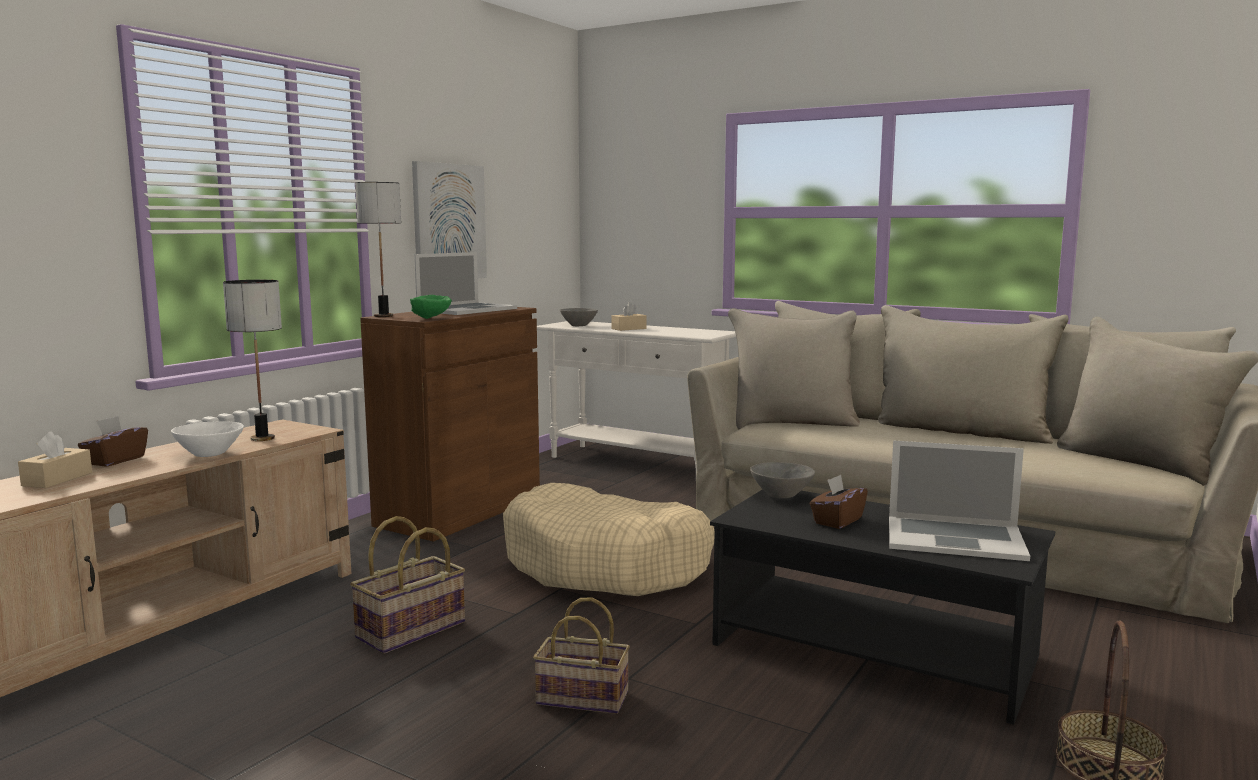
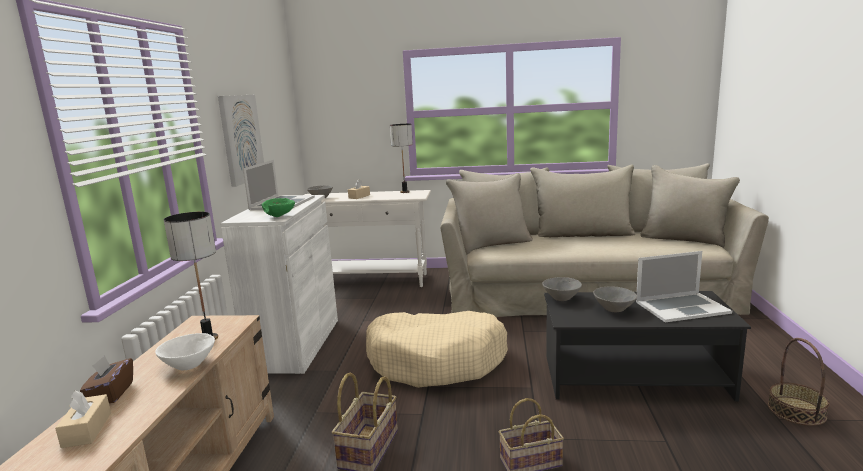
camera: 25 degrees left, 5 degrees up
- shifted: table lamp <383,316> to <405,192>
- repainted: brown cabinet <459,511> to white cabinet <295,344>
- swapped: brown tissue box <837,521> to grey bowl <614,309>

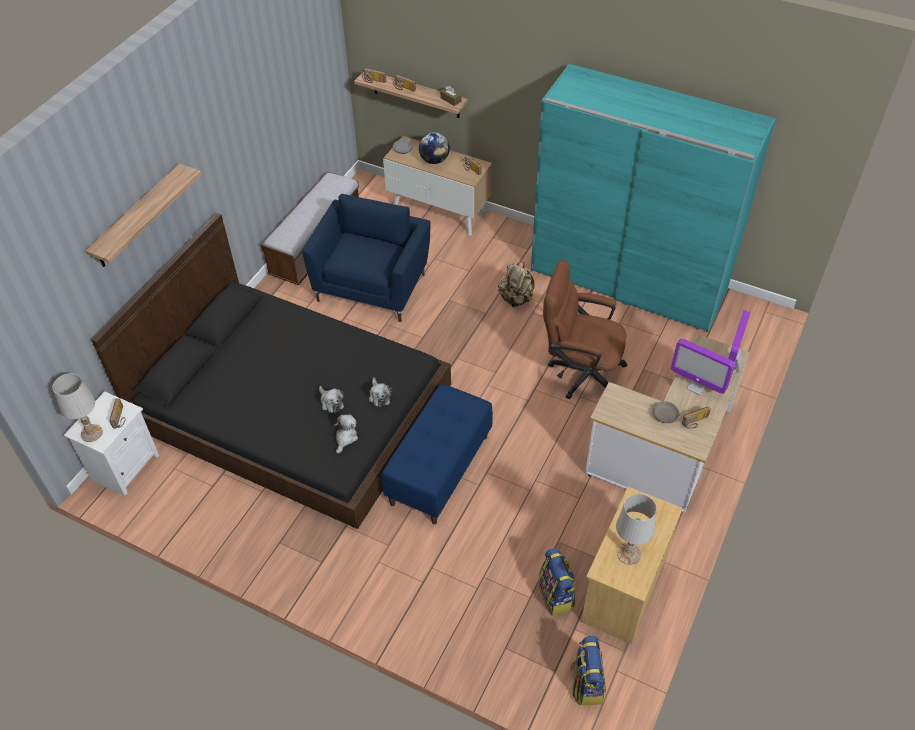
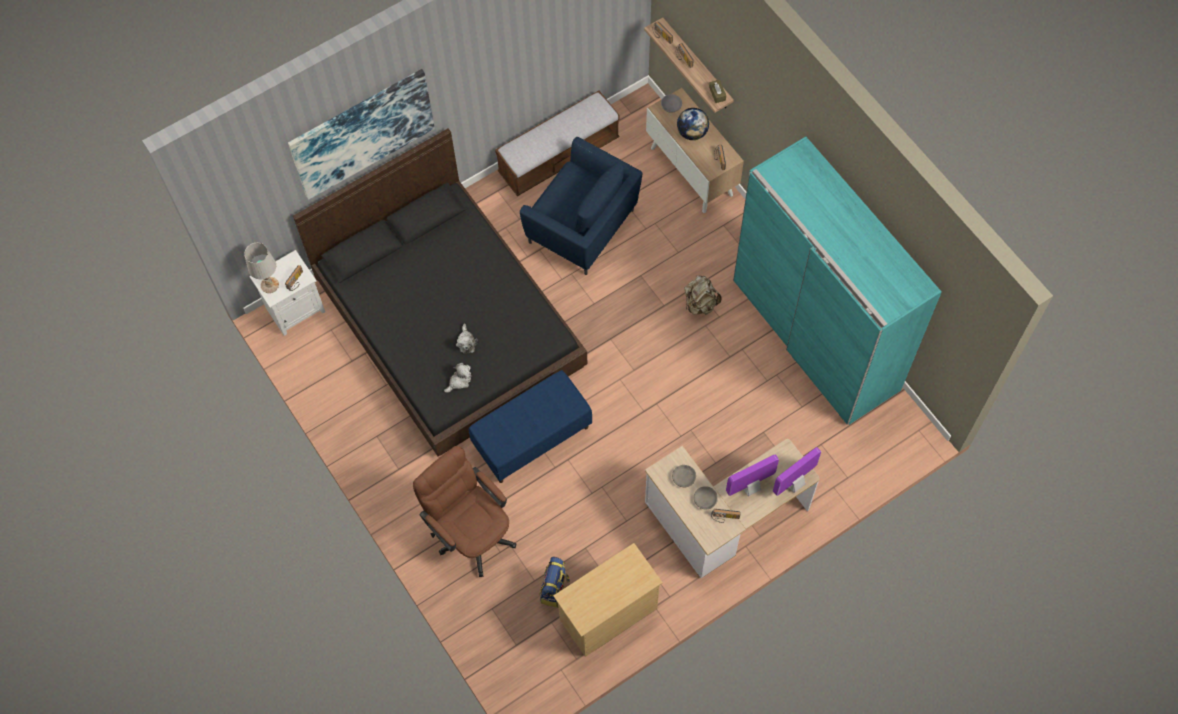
camera: 30 degrees right, 15 degrees up
- swapped: shelf <138,217> to picture <362,133>
- rotated: blue armchair <373,286> = <582,227> 75 degrees clockwise
- shifted: brown office chair <579,372> to <470,531>
- rotated: monitor <696,386> = <750,487> 90 degrees clockwise
- gone: plush toy <379,396>
- gone: white table lamp <629,554>
- gone: backpack <586,683>
- new: grey bowl <684,477>

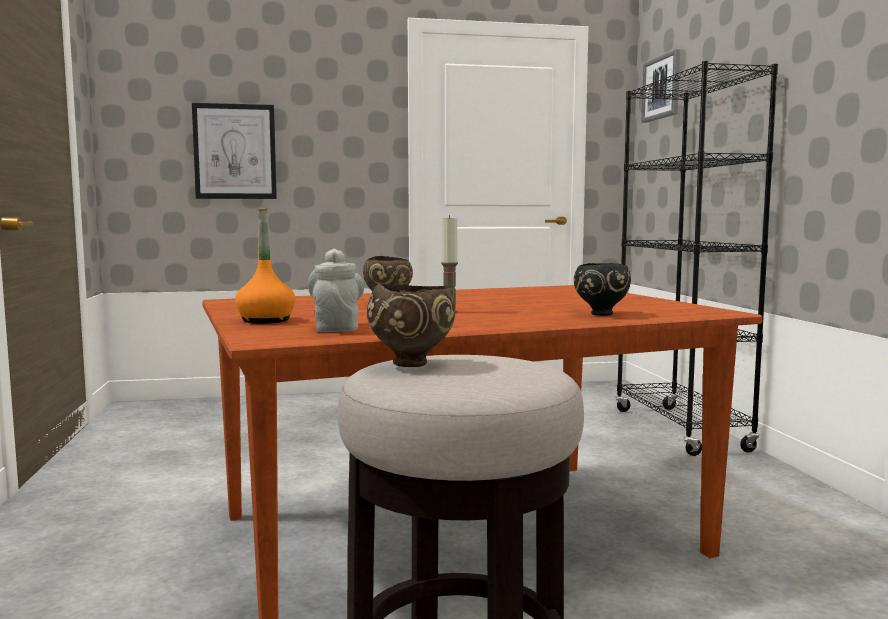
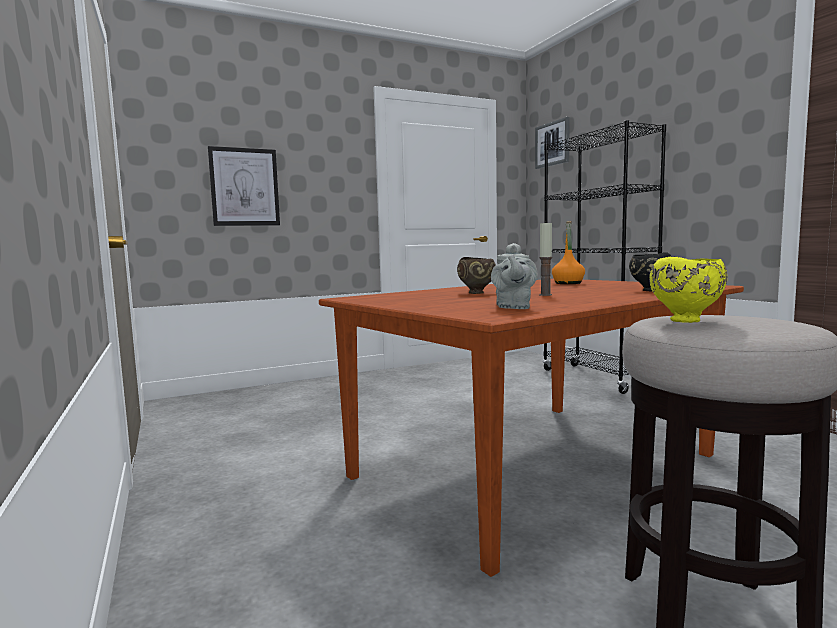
camera: 15 degrees left, 0 degrees up
- shifted: orange bottle <266,320> to <568,283>
- rotated: grey teapot <337,328> = <513,307> 150 degrees counterclockwise
- repainted: brown bowl <412,363> to yellow bowl <685,320>

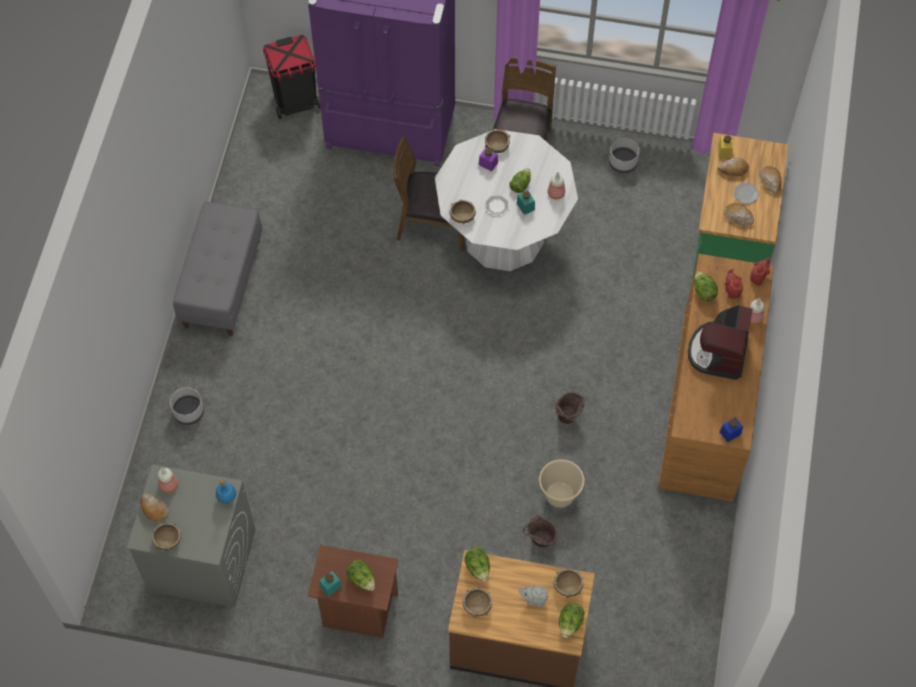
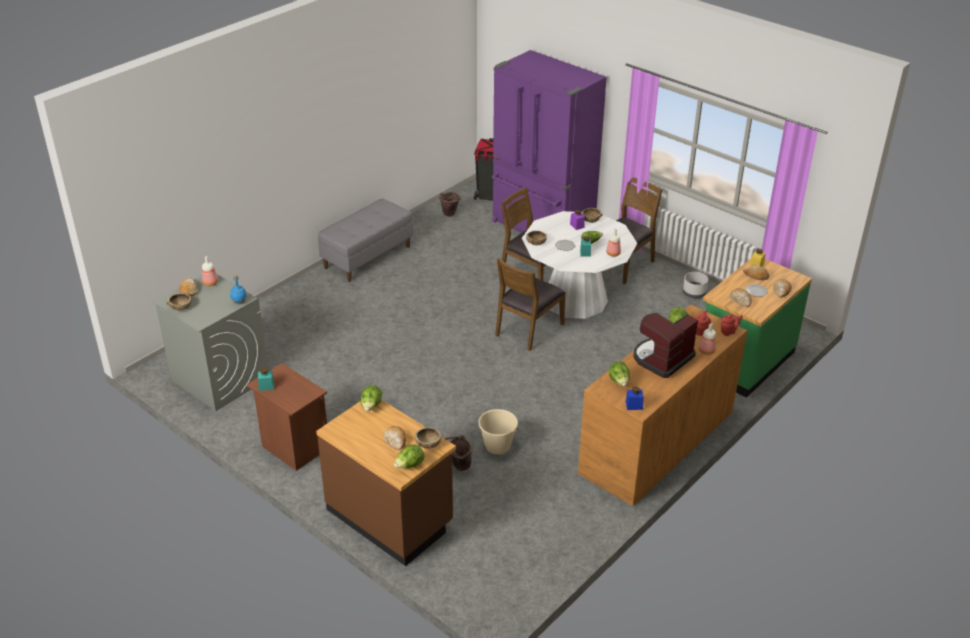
camera: 30 degrees right, 25 degrees down
- gone: grey planter <189,412>
- shifted: brown bucket <568,419> to <449,215>
- shifted: lettuce <362,579> to <619,382>
- swapped: grey teapot <534,599> to bread <395,440>
- gone: brown bowl <477,606>
- new: brown chair <528,329>

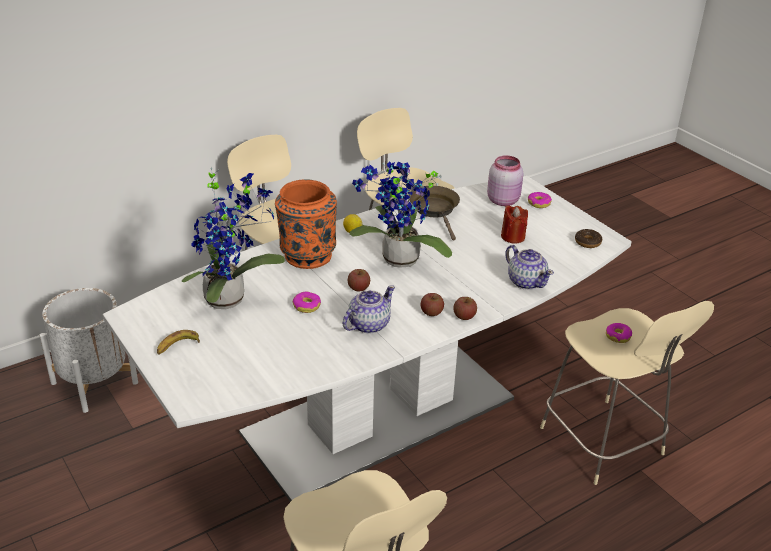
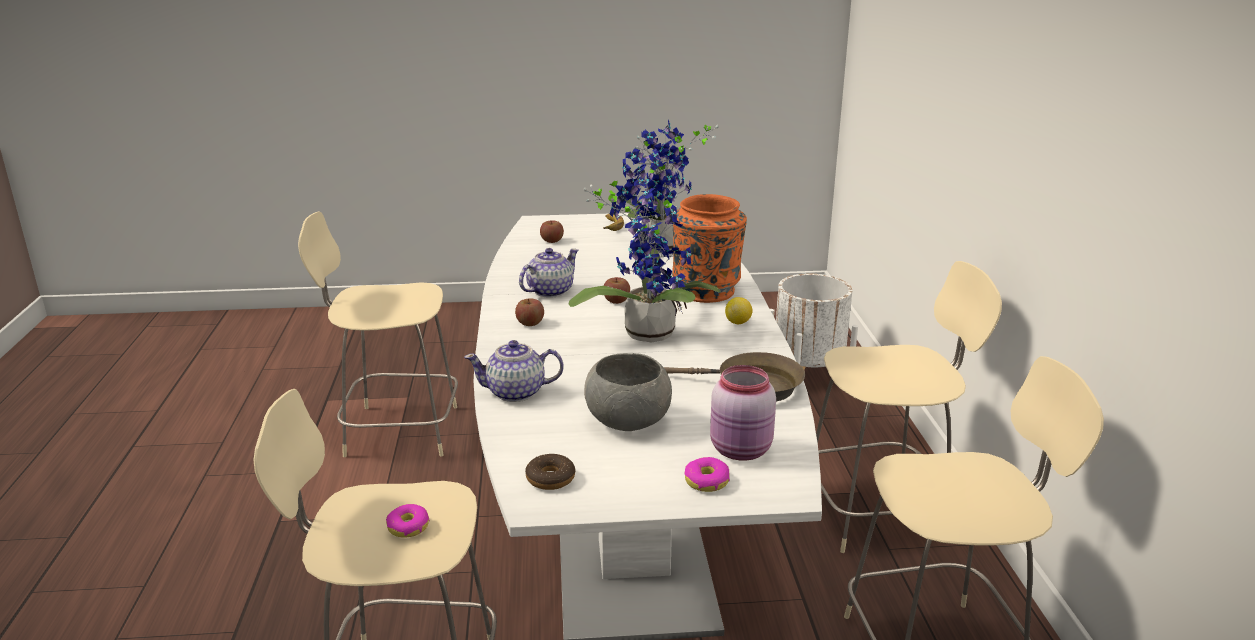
camera: 120 degrees right, 10 degrees down
- swapped: red candle <513,237> to grey bowl <628,420>
- rotated: teapot <368,325> = <549,291> 120 degrees counterclockwise
- gone: donut <306,306>
- shifted: apple <464,316> to <552,240>

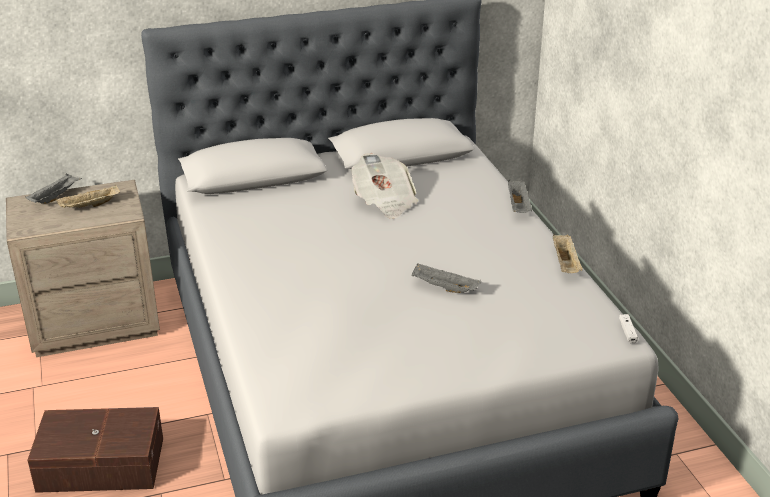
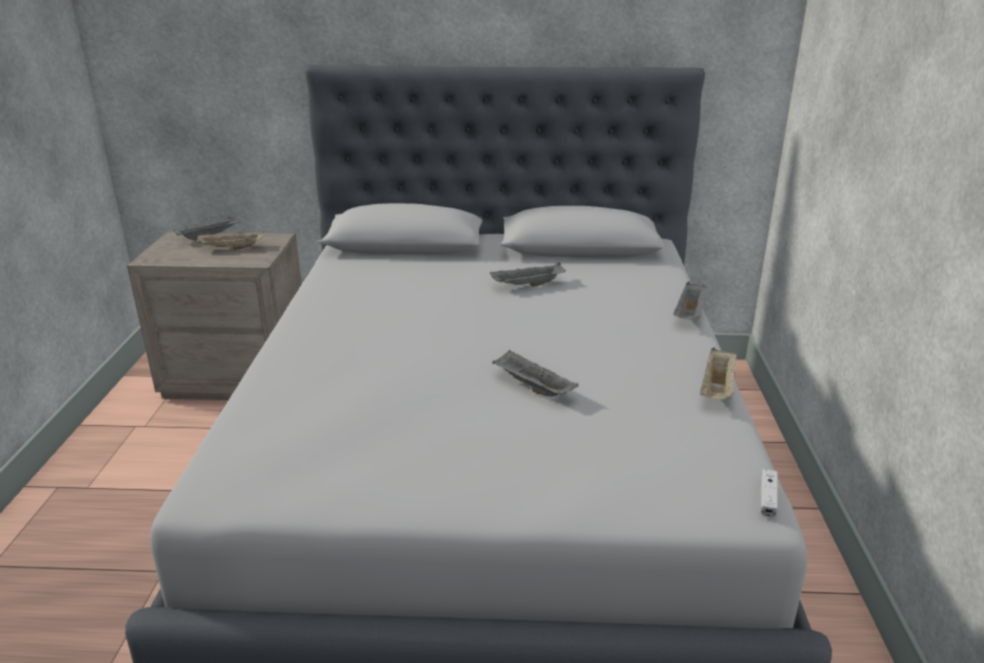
camera: 20 degrees right, 5 degrees down
- swapped: newspaper <384,202> to grey tray <527,285>
- gone: brown storage box <100,463>

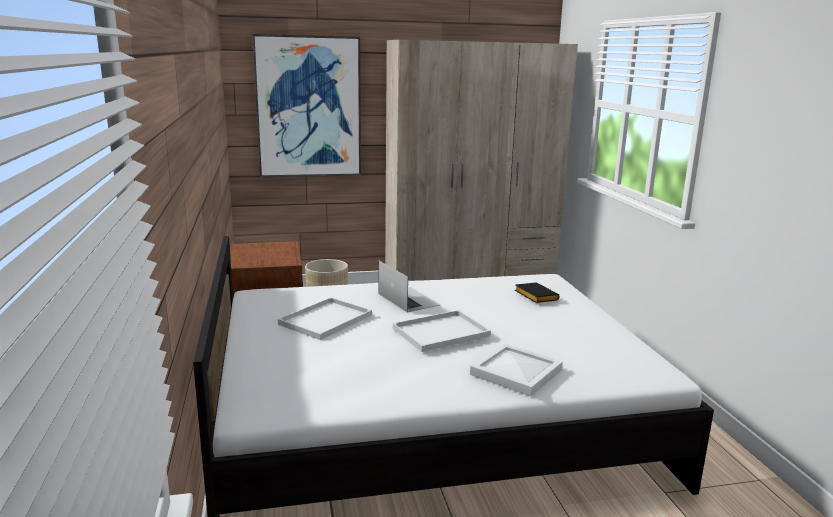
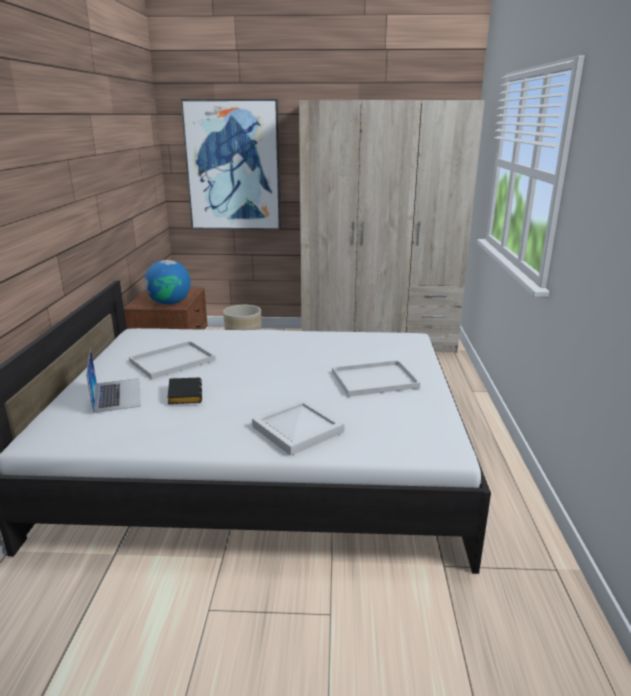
camera: 15 degrees right, 5 degrees up
- shifted: laptop <408,299> to <117,394>
- shifted: black book <534,296> to <183,394>
- shifted: white tray <442,331> to <375,379>
- new: globe <170,303>

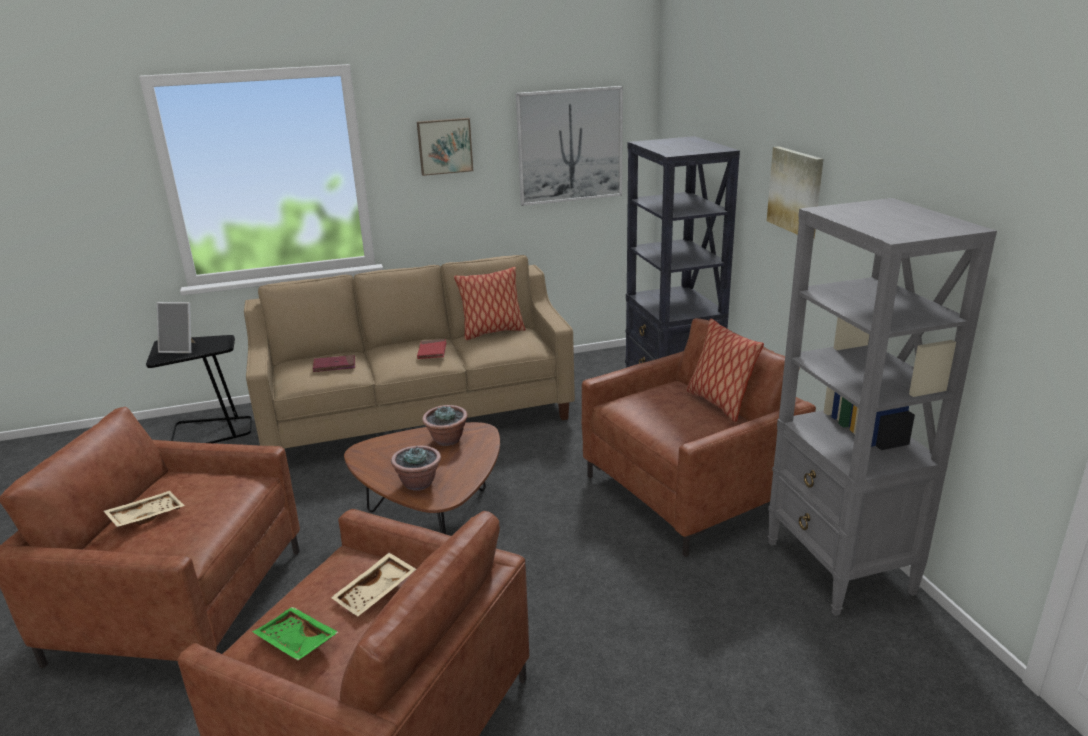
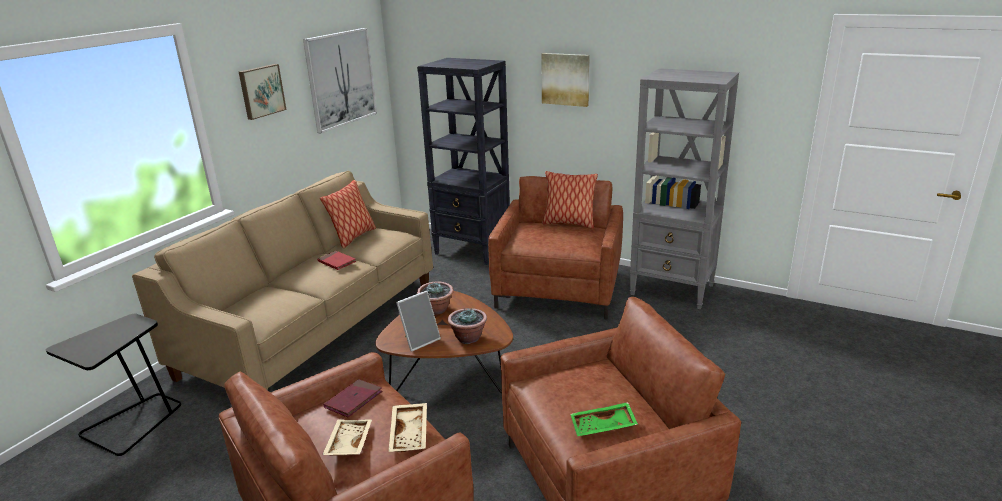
camera: 45 degrees left, 0 degrees up
- shifted: picture frame <181,348> to <420,340>
- shifted: red book <334,366> to <353,400>
- shifted: beige tray <376,593> to <410,433>

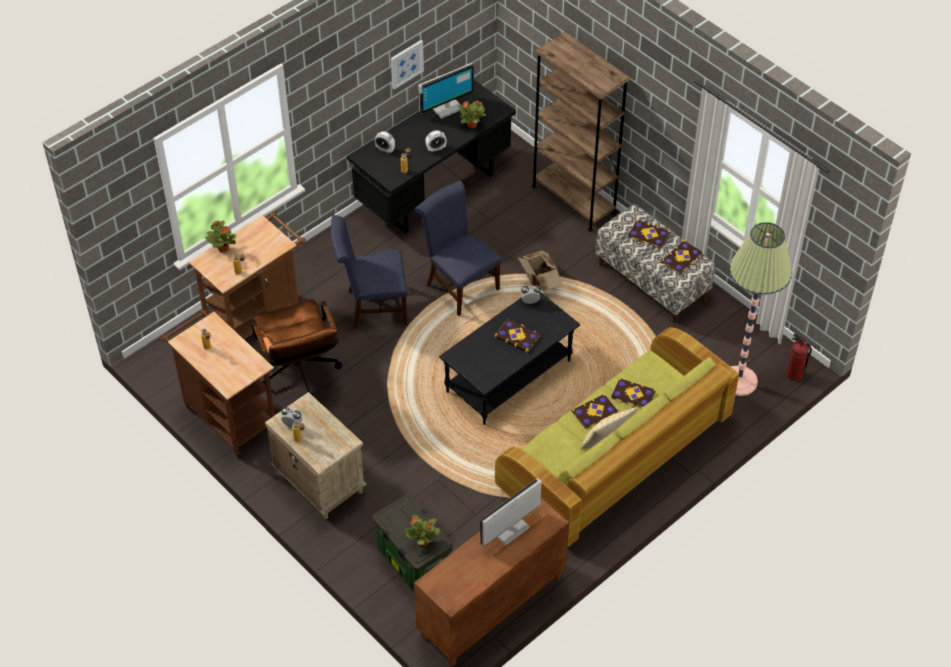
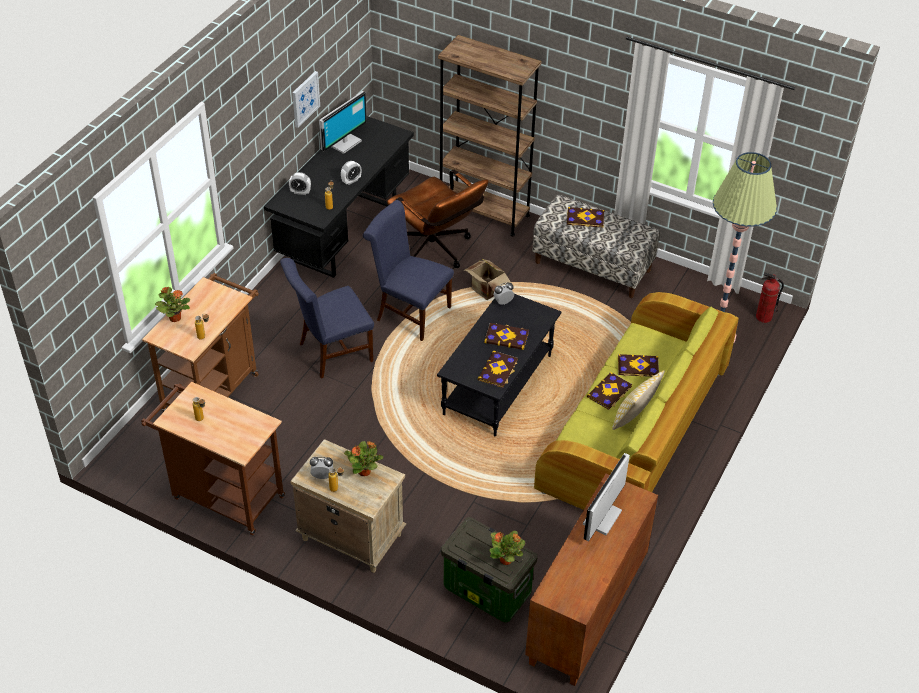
camera: 20 degrees left, 5 degrees down
- shifted: potted plant <472,125> to <365,471>
- shifted: book <682,258> to <498,370>
- shifted: brown office chair <300,375> to <436,251>

